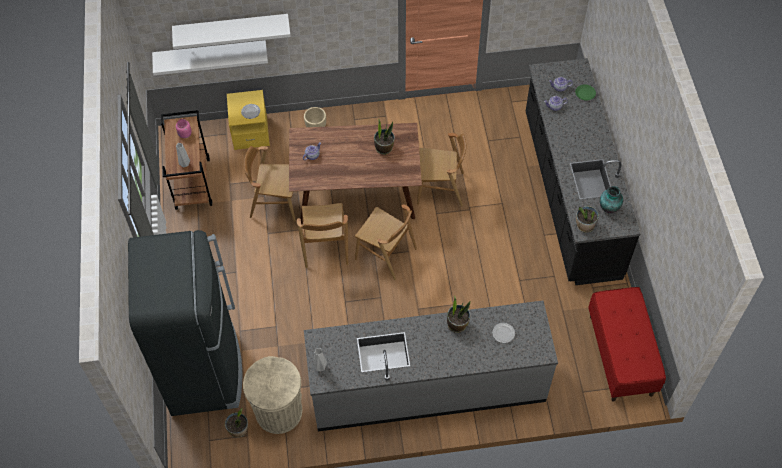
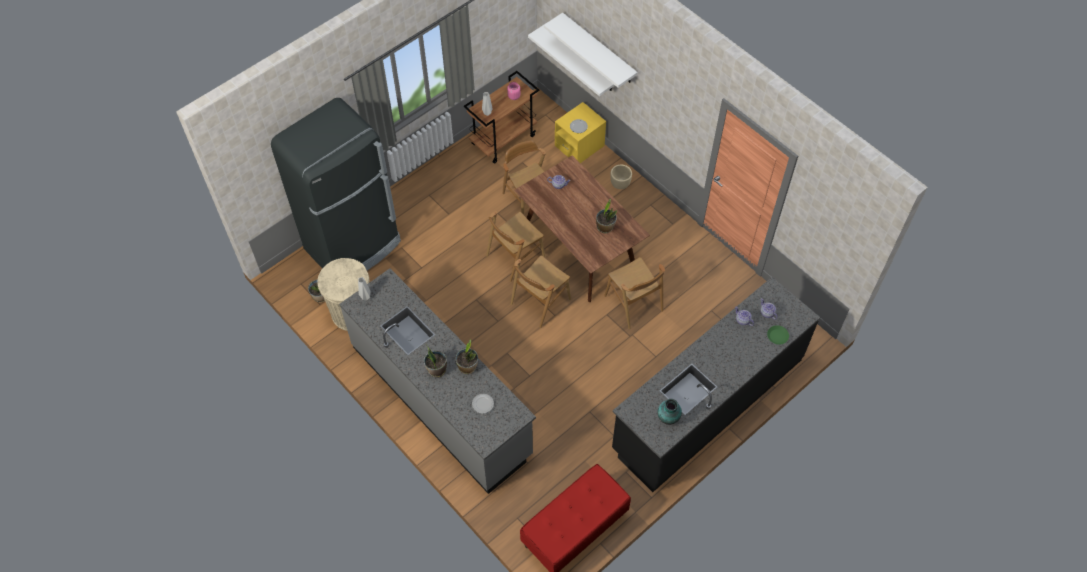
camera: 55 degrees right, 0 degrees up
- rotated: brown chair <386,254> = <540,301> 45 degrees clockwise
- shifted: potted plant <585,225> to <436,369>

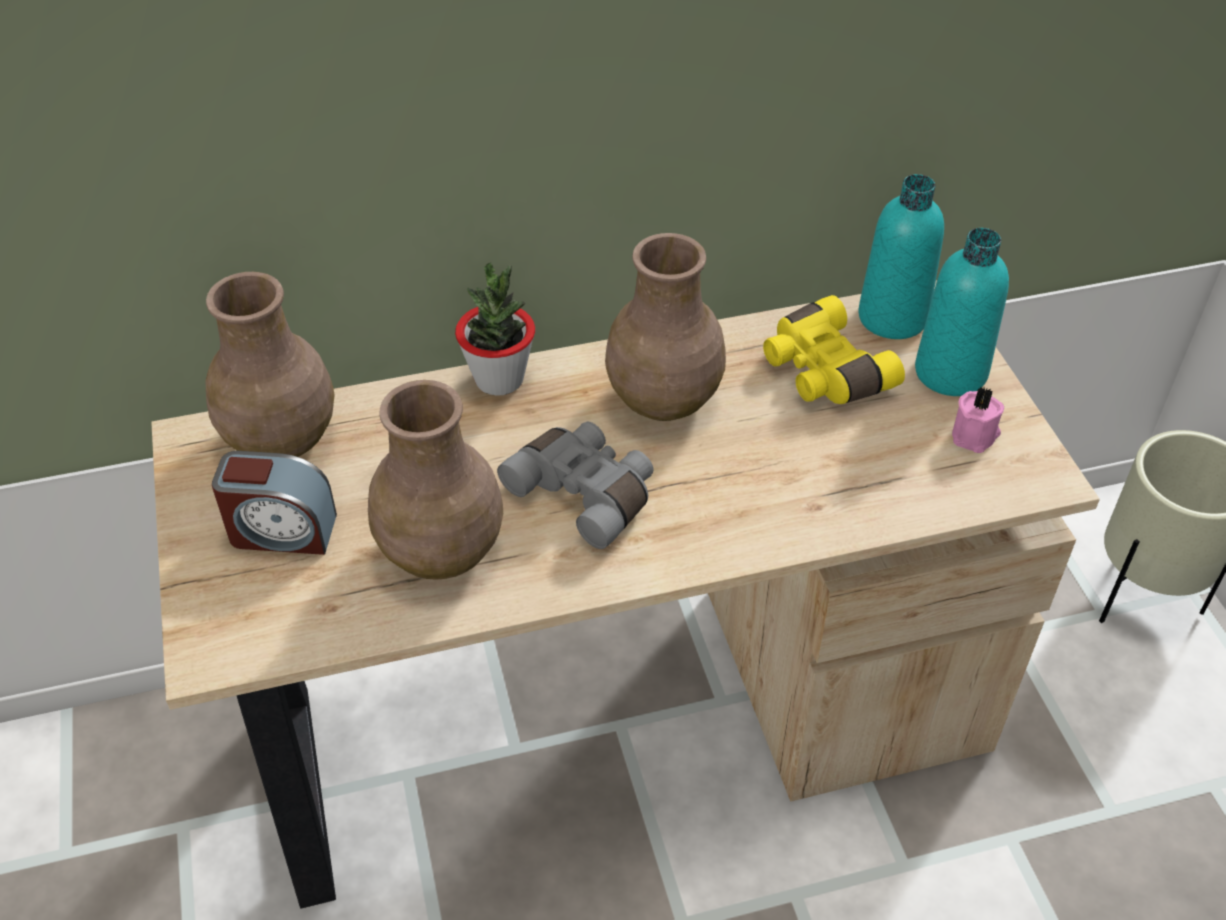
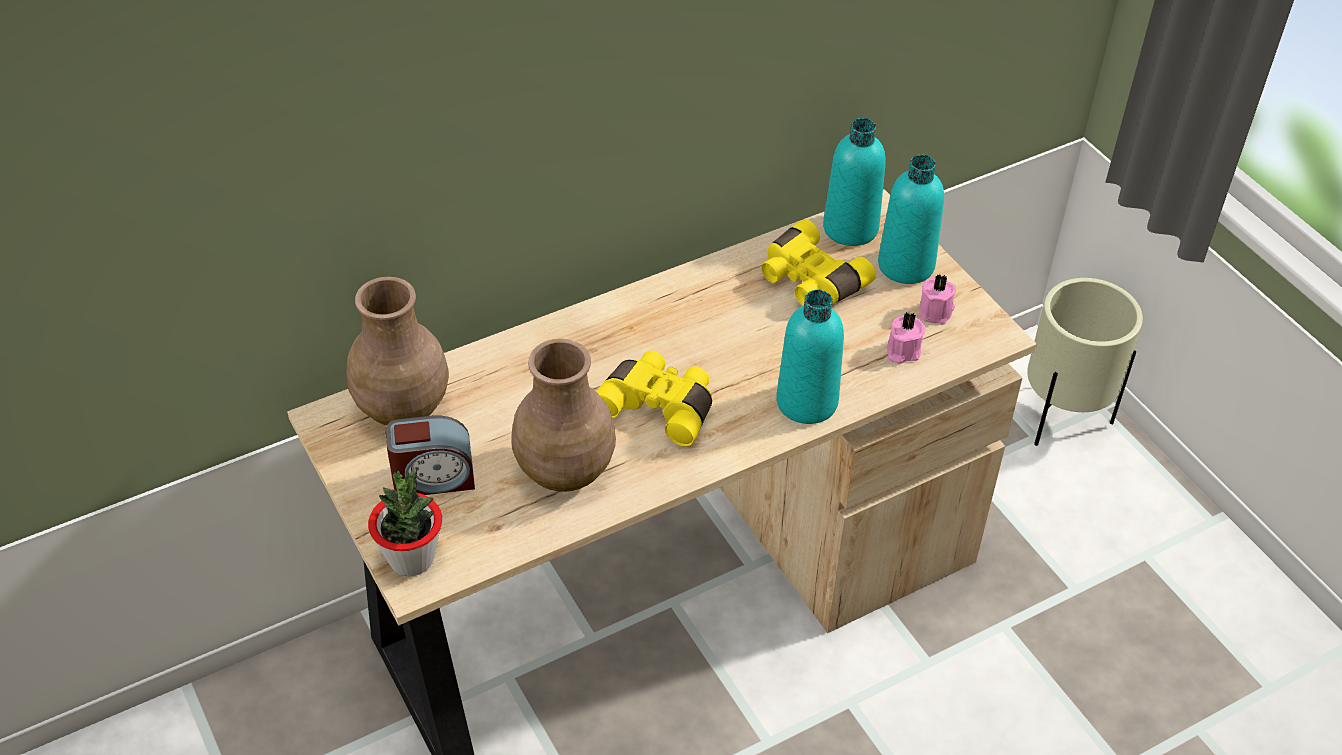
camera: 15 degrees left, 0 degrees up
- gone: brown vase <663,401>
- shifted: potted plant <499,379> to <411,559>
- repainted: grey binoculars <586,493> to yellow binoculars <659,406>
- new: turquoise bottle <807,402>
- new: pink candle <902,351>

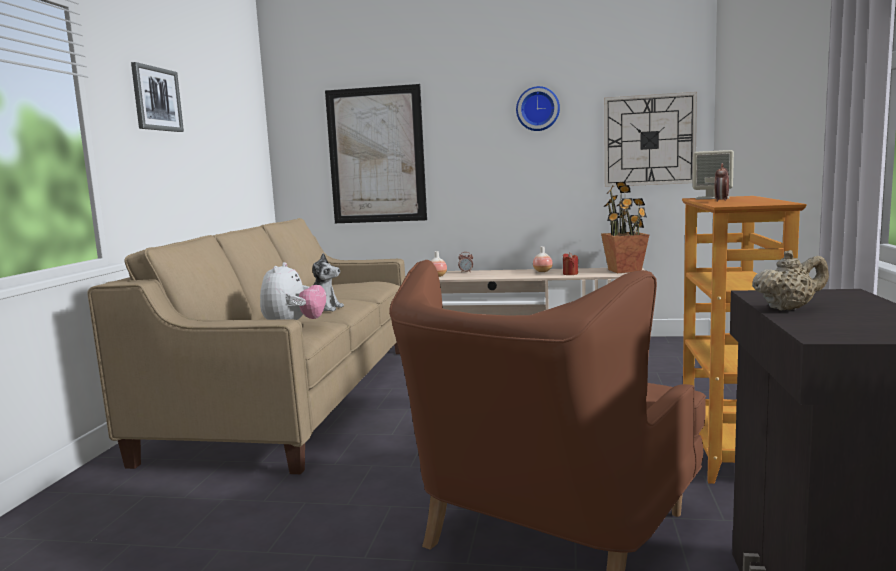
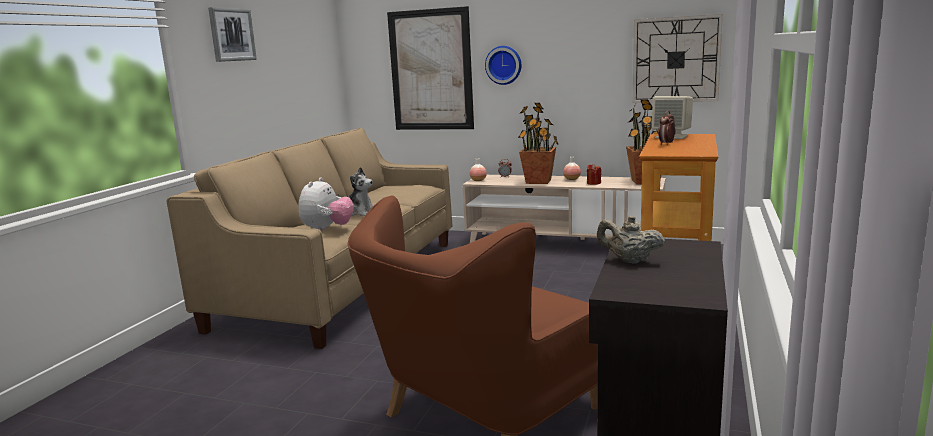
camera: 10 degrees right, 5 degrees up
- shifted: wall clock <538,109> to <504,65>
- rotated: beige teapot <788,308> = <629,261> 150 degrees counterclockwise
- new: potted plant <538,181>

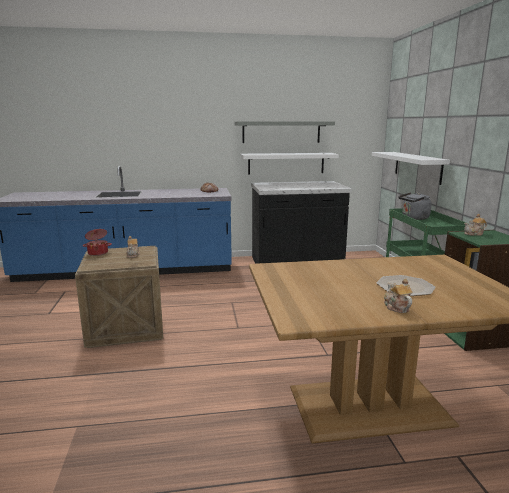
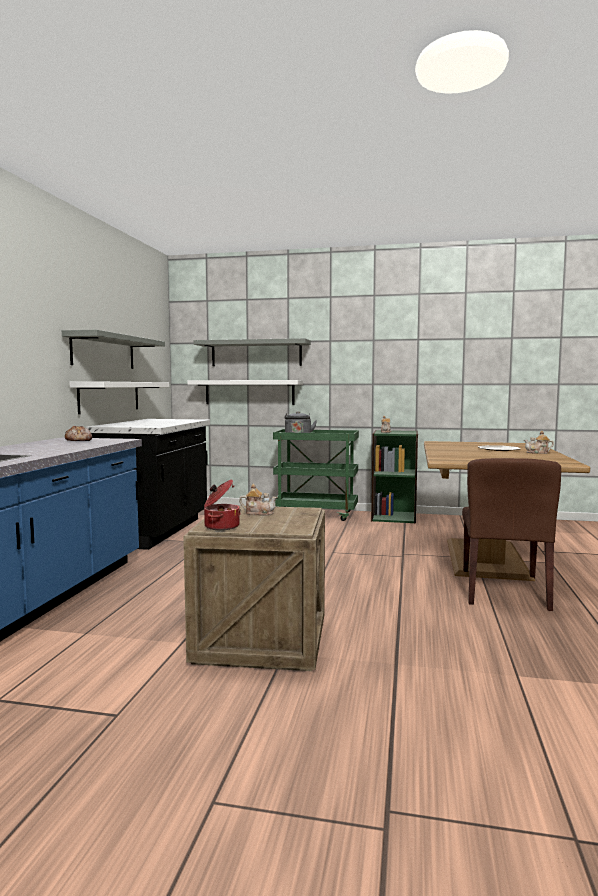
camera: 70 degrees left, 10 degrees down
- new: grey shelf <256,353>
- new: brown chair <504,591>

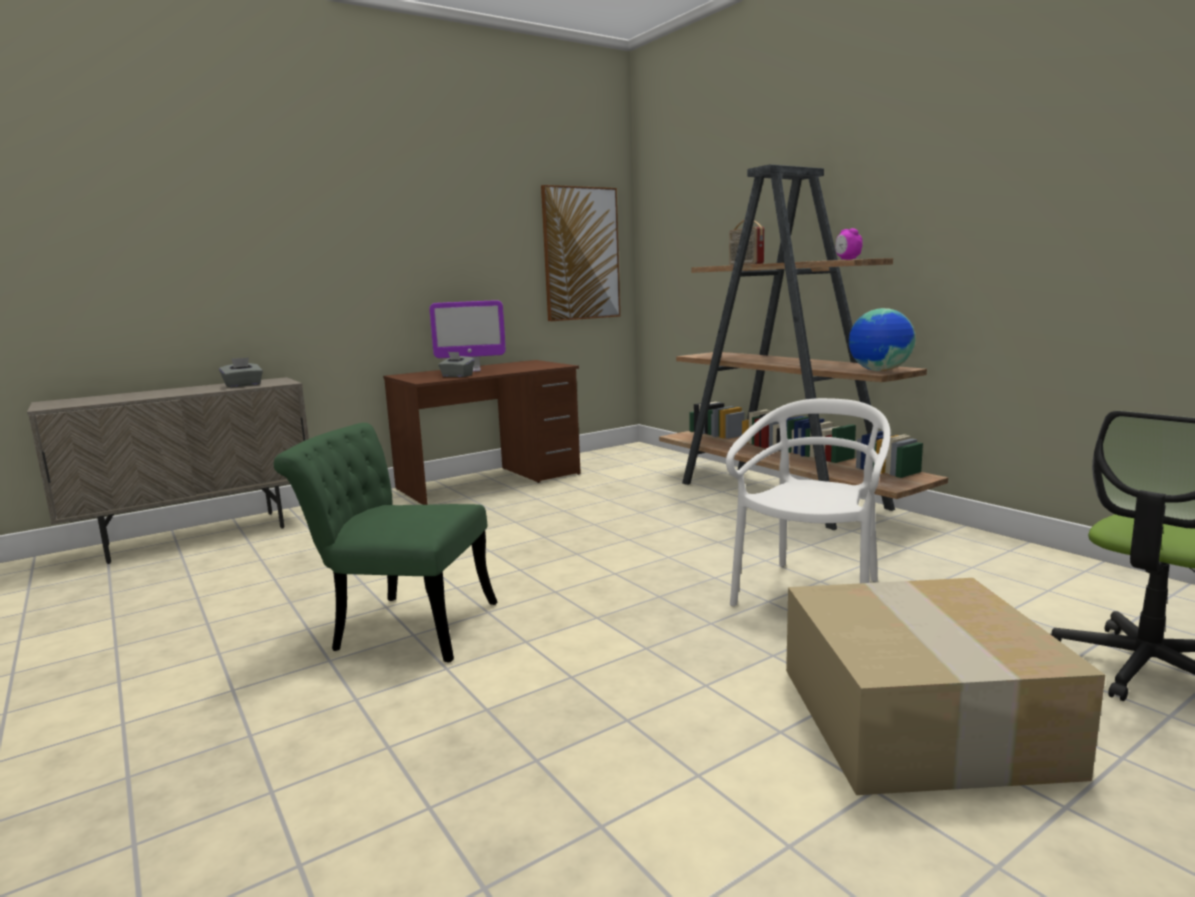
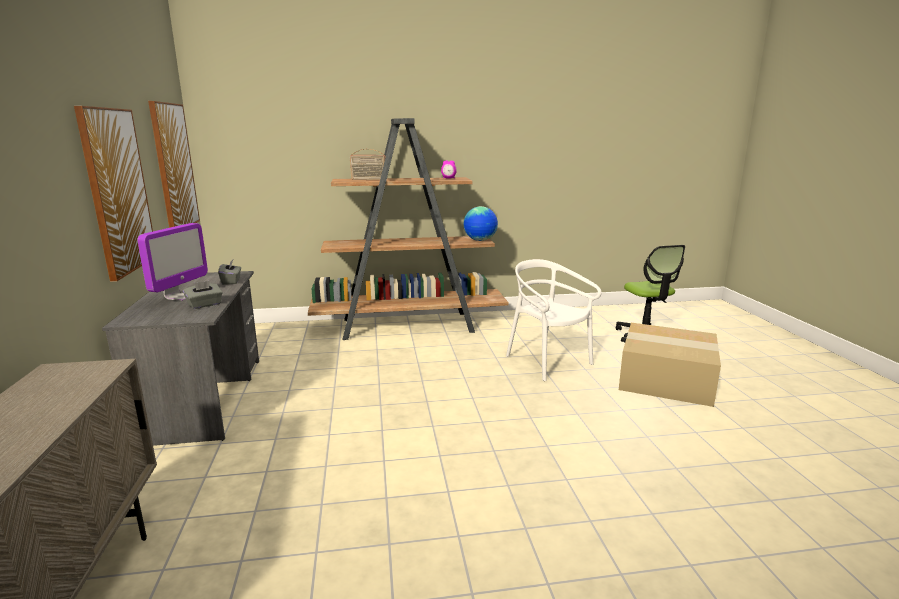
camera: 65 degrees left, 5 degrees up
- shifted: grey tissue box <243,385> to <231,281>
- repainted: brown desk <490,481> to grey desk <205,398>
- gone: green chair <401,626>
- new: picture <117,191>

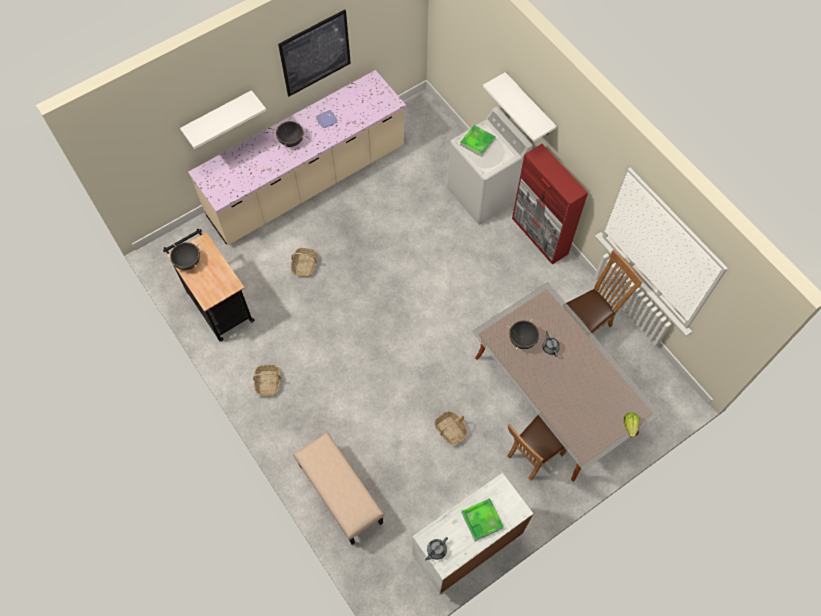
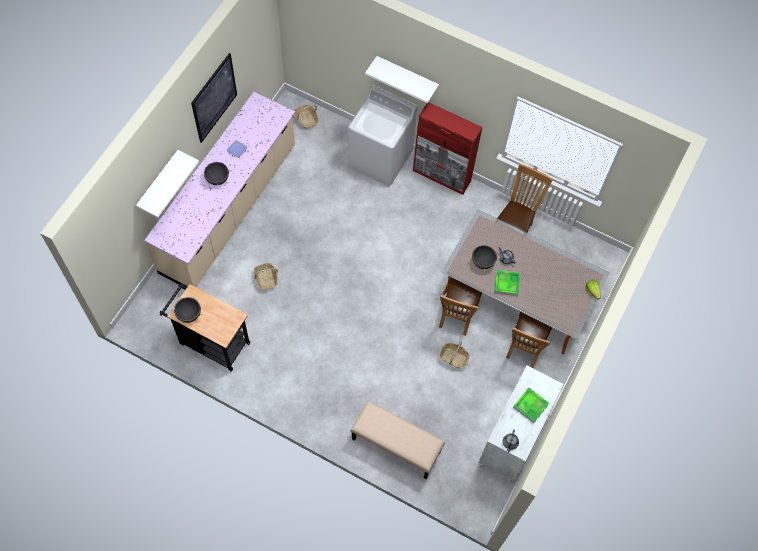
camera: 30 degrees left, 0 degrees up
- shifted: tray <477,142> to <506,283>
- shifted: basket <268,382> to <306,119>
- new: brown chair <456,317>

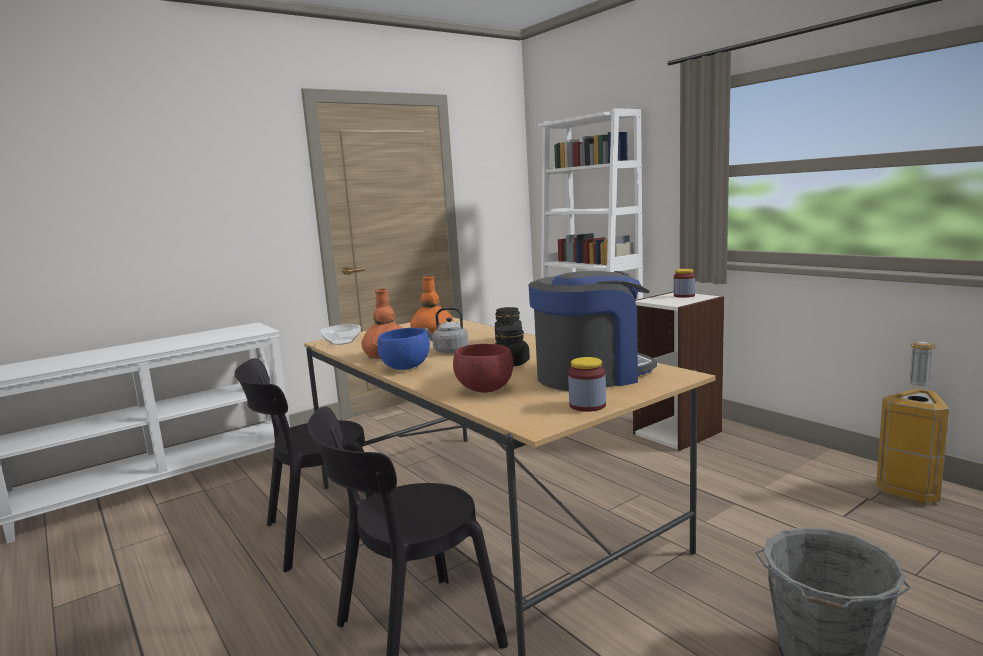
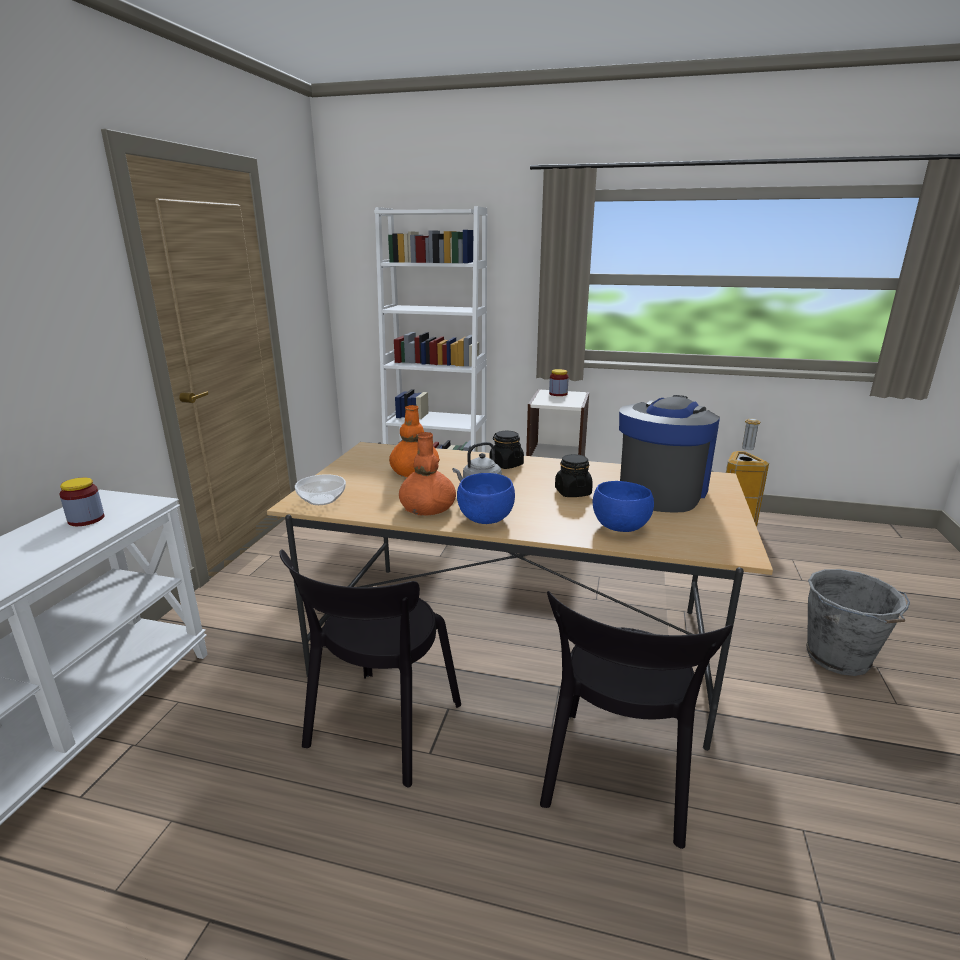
camera: 40 degrees left, 10 degrees up
- repainted: red bowl <485,390> to blue bowl <621,528>
- shifted: jar <587,405> to <86,519>

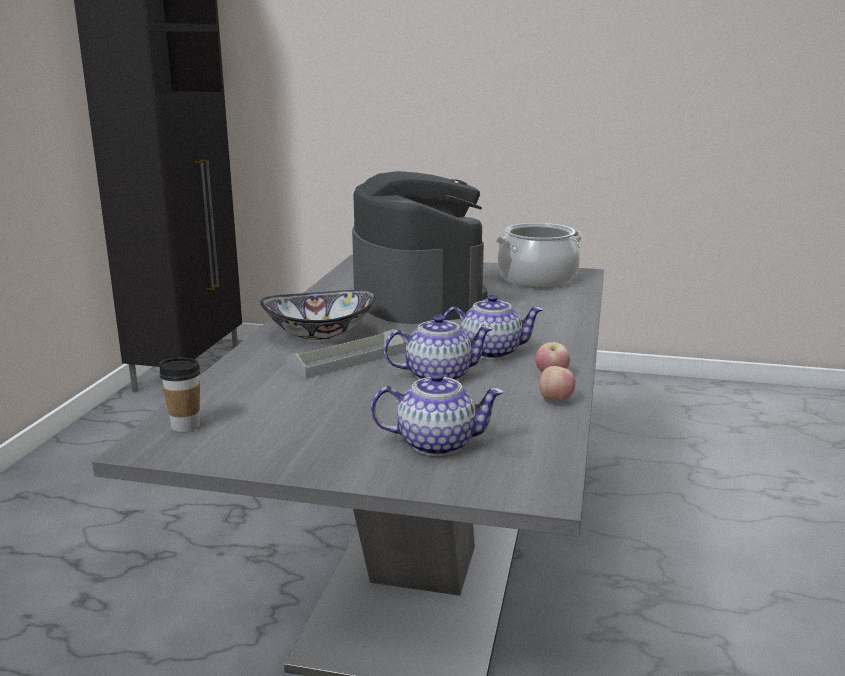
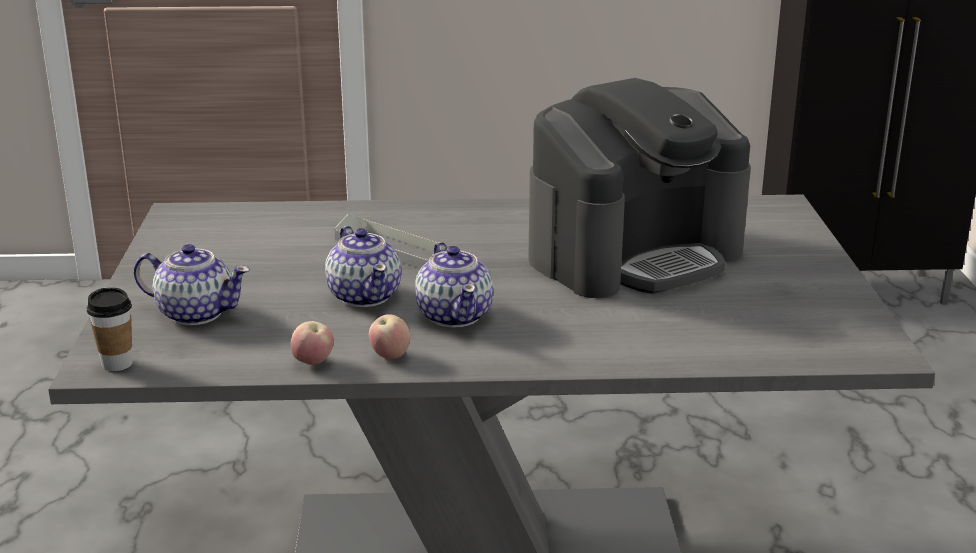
camera: 75 degrees right, 5 degrees up
- gone: cooking pot <537,279>
- gone: bowl <319,334>
- shifted: cup <185,426> to <117,364>
- rotated: teapot <435,443> = <195,313> 60 degrees counterclockwise

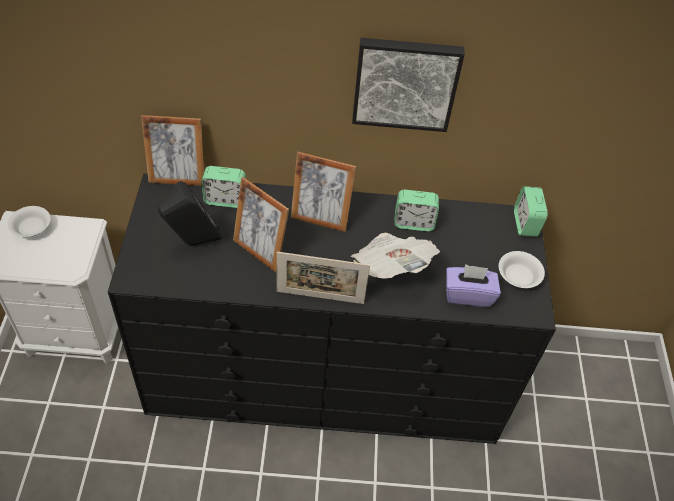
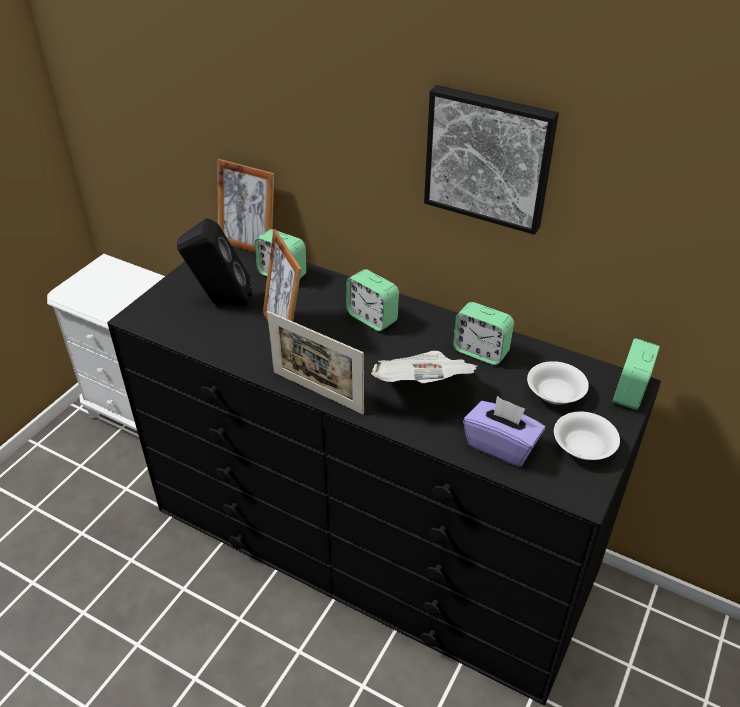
camera: 30 degrees right, 10 degrees down
- swapped: picture frame <320,218> to alarm clock <372,318>
- shifted: white bowl <31,228> to <554,394>

